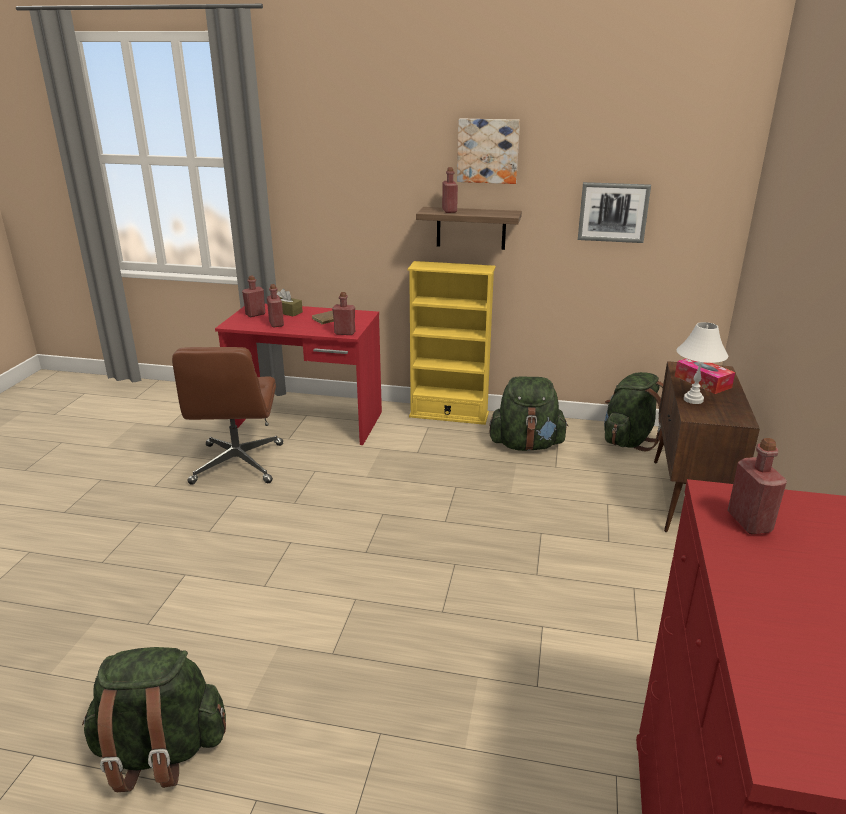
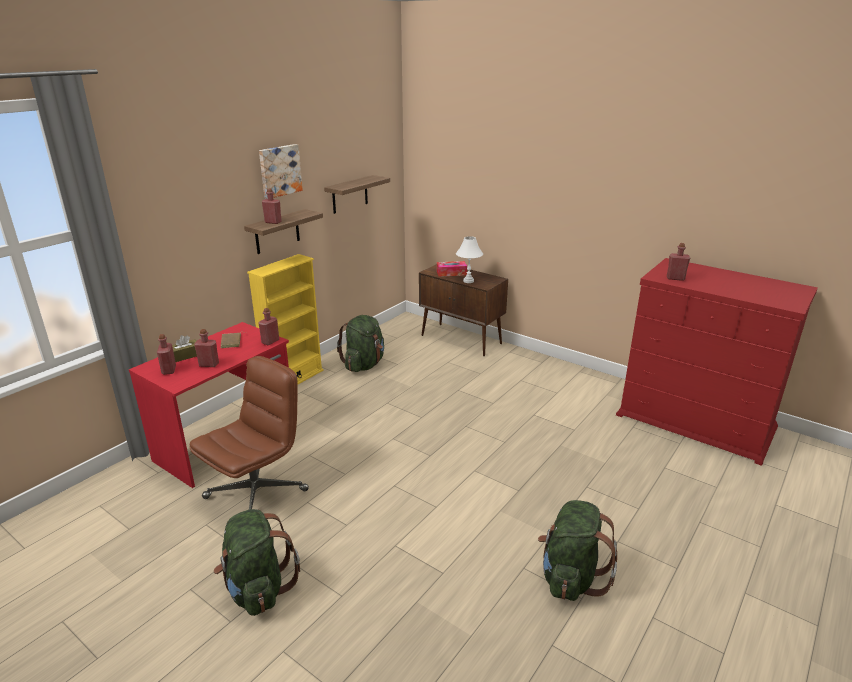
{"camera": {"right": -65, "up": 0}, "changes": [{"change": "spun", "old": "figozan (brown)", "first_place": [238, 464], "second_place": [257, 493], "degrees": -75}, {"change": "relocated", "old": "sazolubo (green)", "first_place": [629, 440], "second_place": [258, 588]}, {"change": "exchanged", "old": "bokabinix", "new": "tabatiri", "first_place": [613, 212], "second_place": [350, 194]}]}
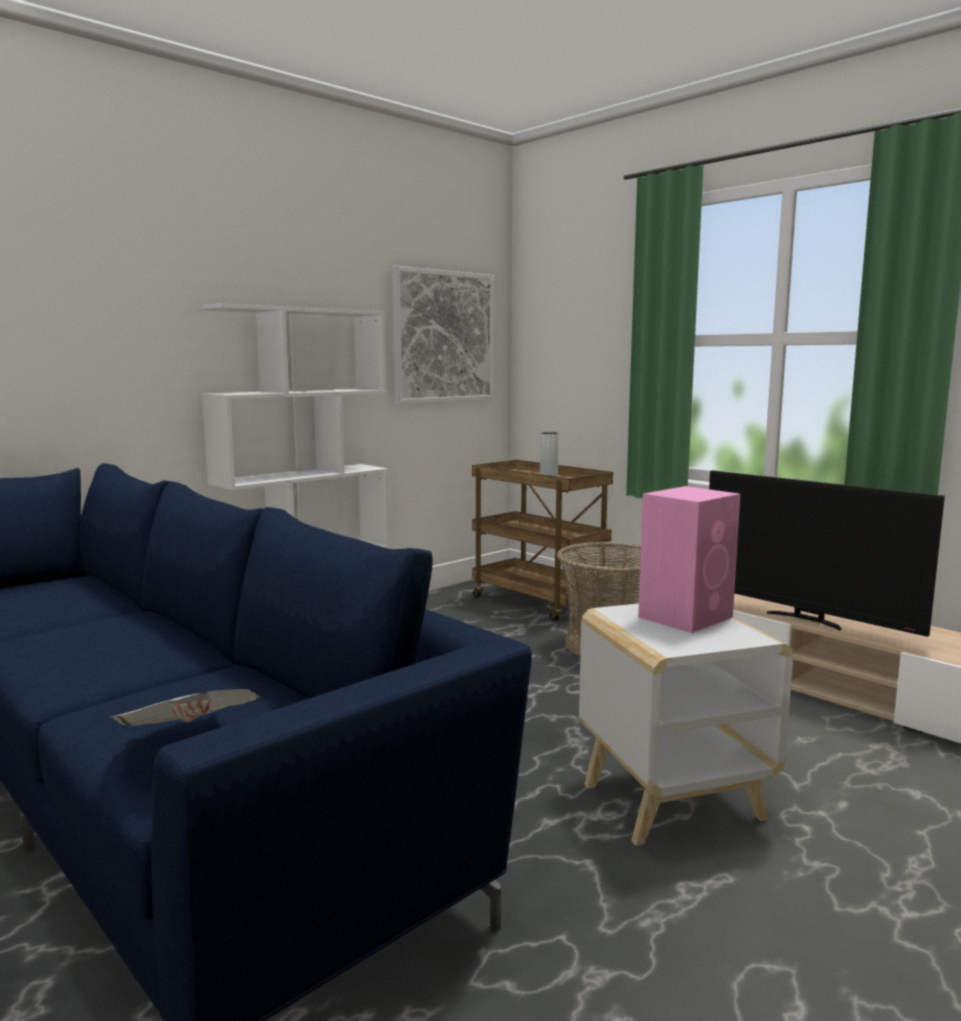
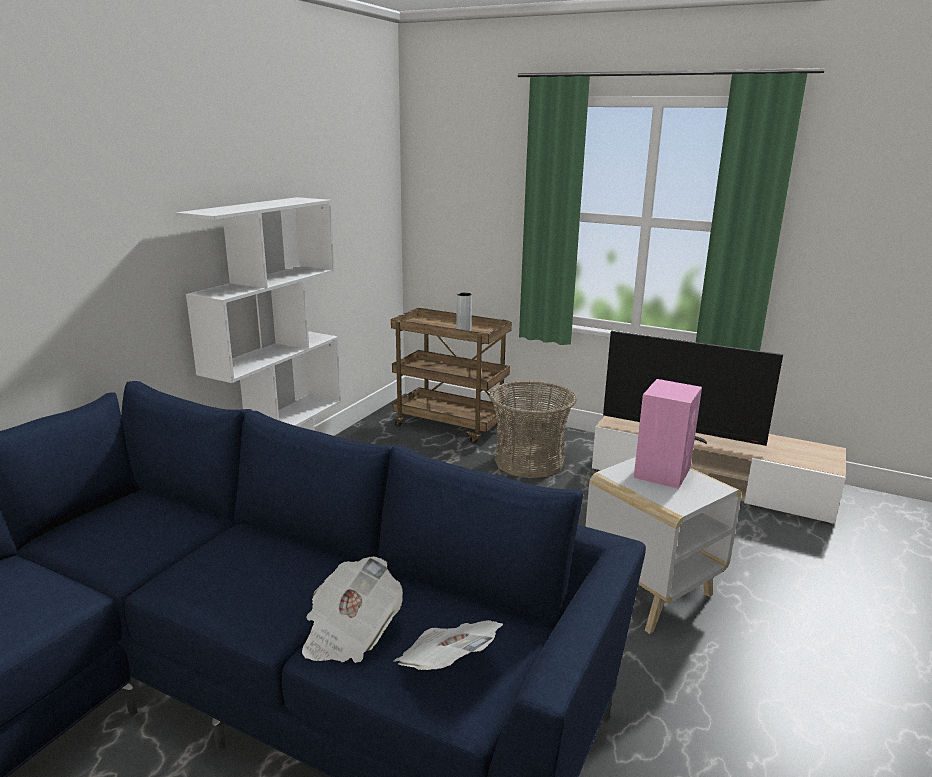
{"camera": {"right": -20, "up": 10}, "changes": [{"change": "appeared", "new": "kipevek", "second_place": [350, 633]}, {"change": "missing", "old": "bokabinix", "first_place": [444, 337]}]}
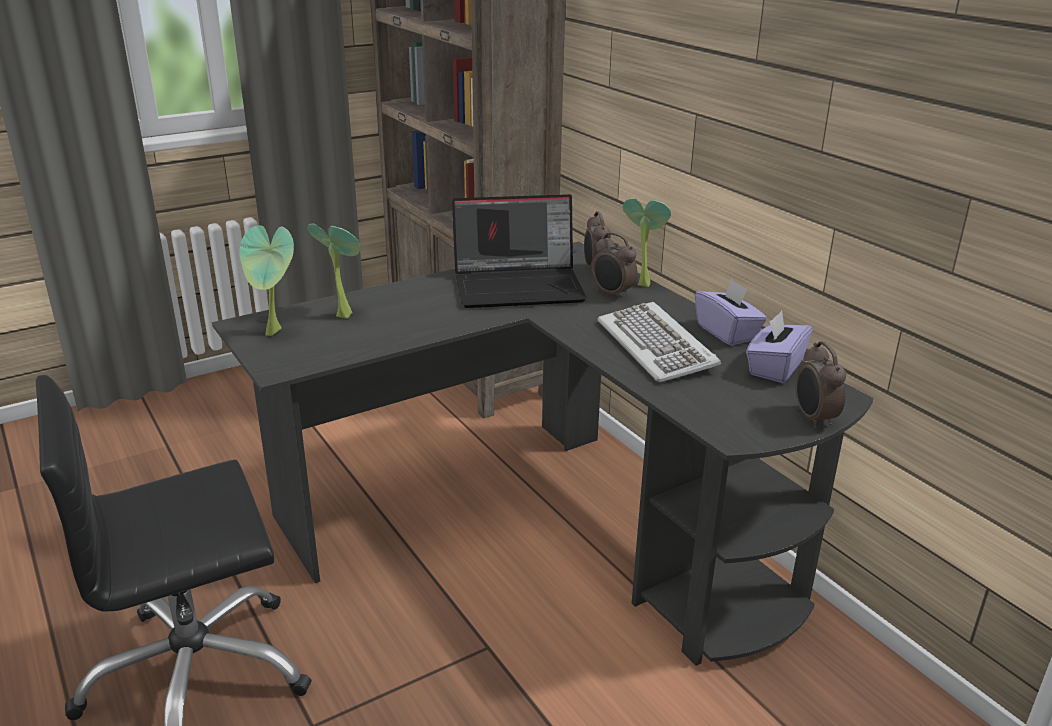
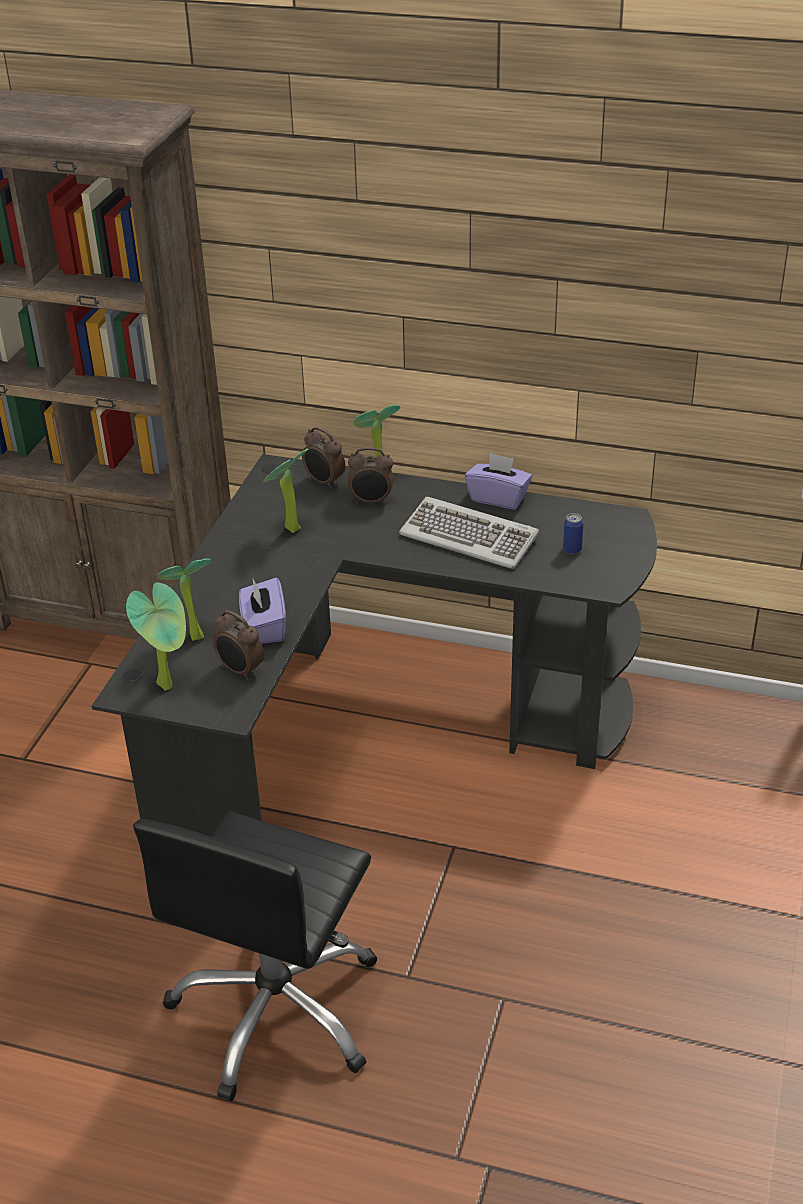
{"camera": {"right": -40, "up": 10}, "changes": [{"change": "relocated", "old": "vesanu", "first_place": [813, 419], "second_place": [240, 671]}, {"change": "relocated", "old": "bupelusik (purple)", "first_place": [774, 368], "second_place": [264, 627]}, {"change": "exchanged", "old": "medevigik", "new": "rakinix", "first_place": [520, 286], "second_place": [288, 529]}, {"change": "appeared", "new": "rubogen", "second_place": [572, 549]}]}
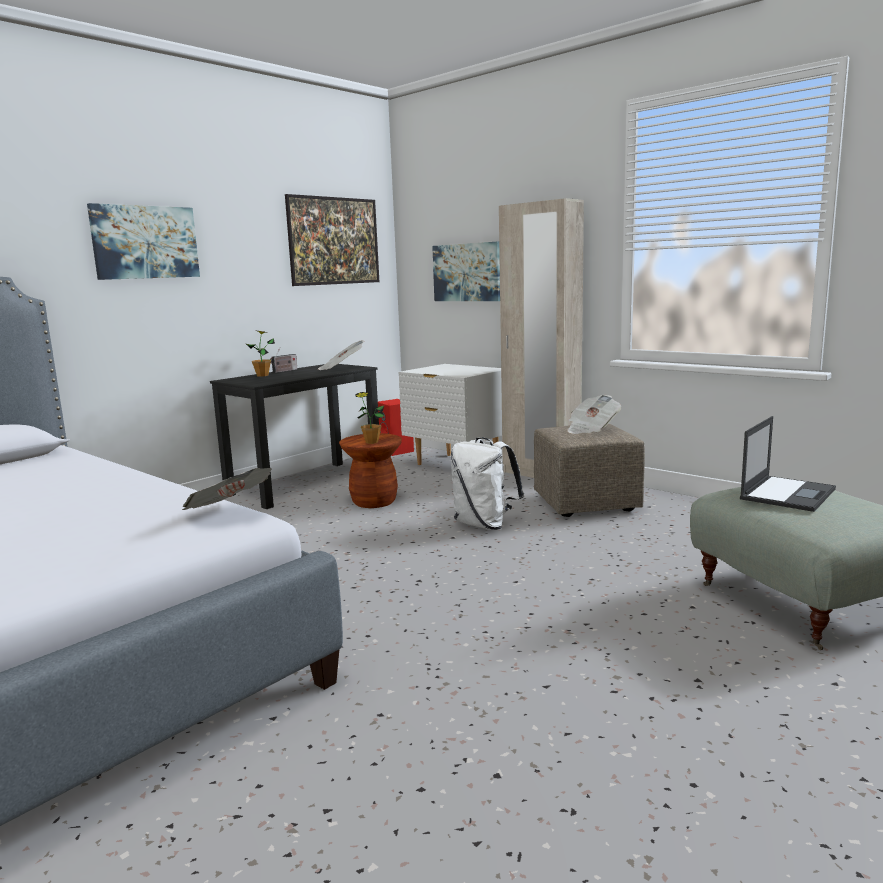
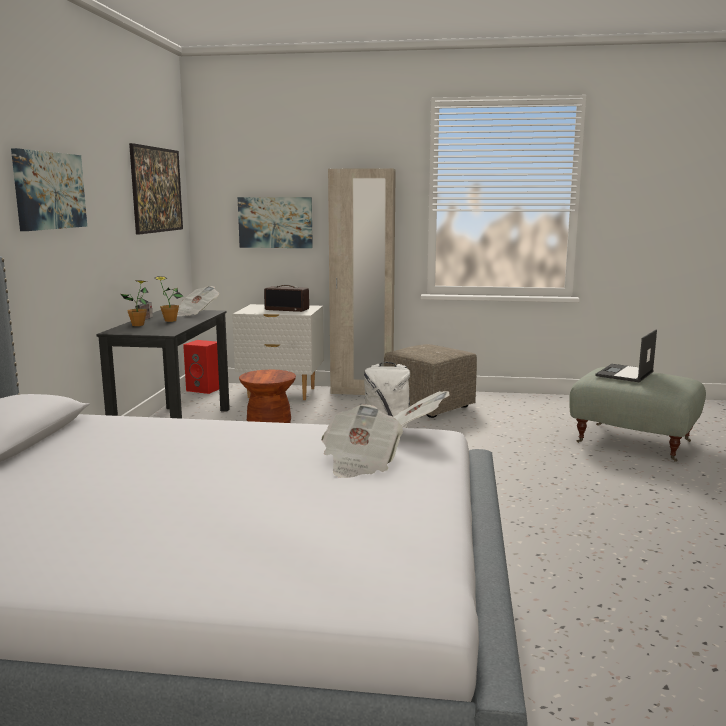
{"camera": {"right": -35, "up": 0}, "changes": [{"change": "relocated", "old": "rakinix", "first_place": [371, 442], "second_place": [170, 320]}, {"change": "appeared", "new": "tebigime", "second_place": [287, 309]}, {"change": "relocated", "old": "kipevek", "first_place": [591, 429], "second_place": [360, 463]}, {"change": "spun", "old": "medevigik", "first_place": [787, 493], "second_place": [624, 374], "degrees": -150}]}
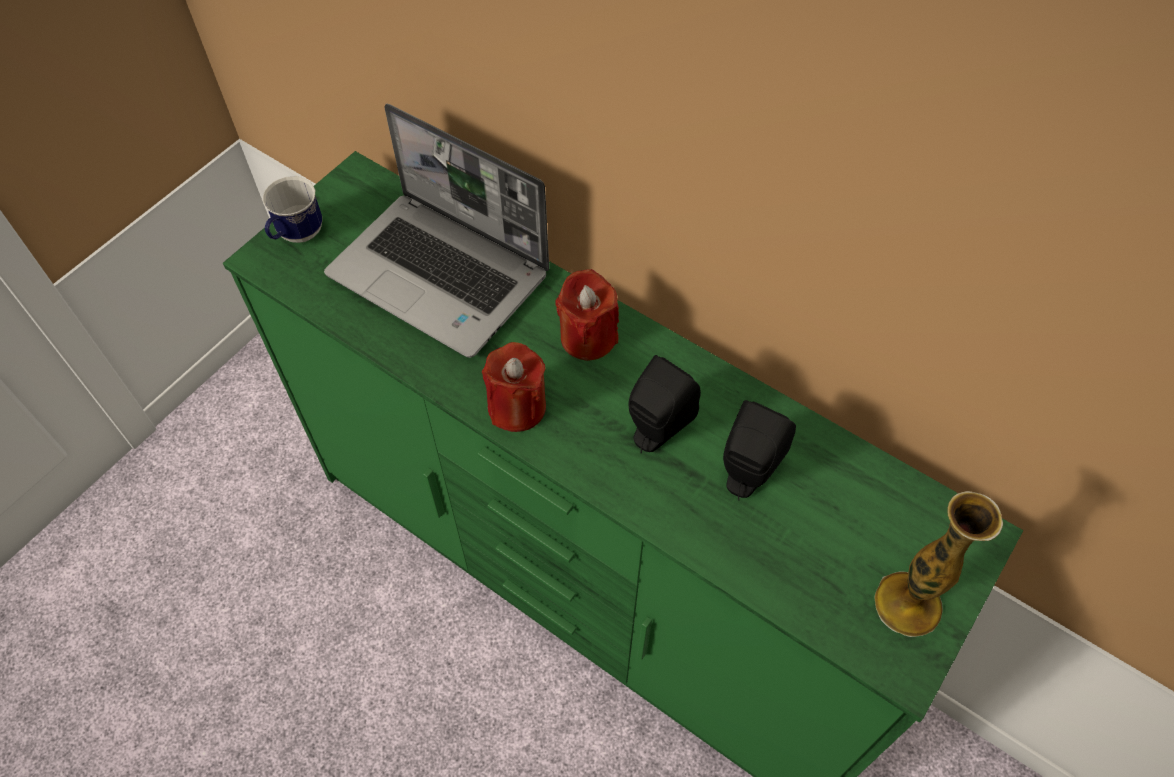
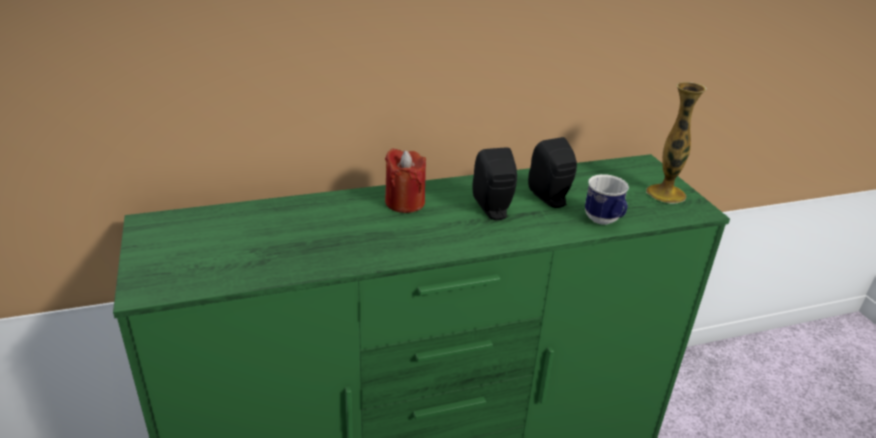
{"camera": {"right": -55, "up": -25}, "changes": [{"change": "relocated", "old": "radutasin", "first_place": [297, 236], "second_place": [604, 221]}, {"change": "missing", "old": "medevigik", "first_place": [442, 275]}, {"change": "missing", "old": "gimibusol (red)", "first_place": [517, 407]}]}
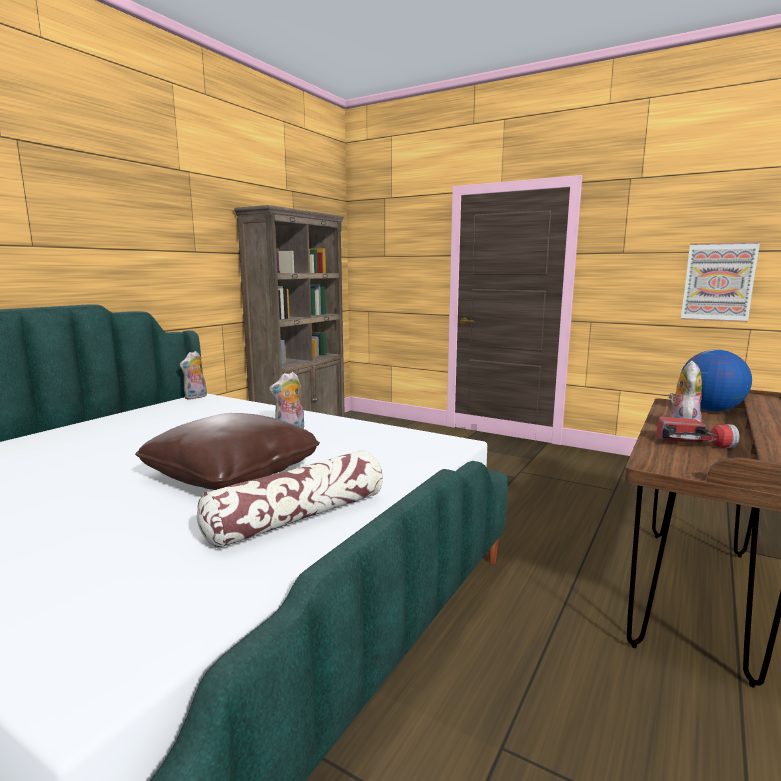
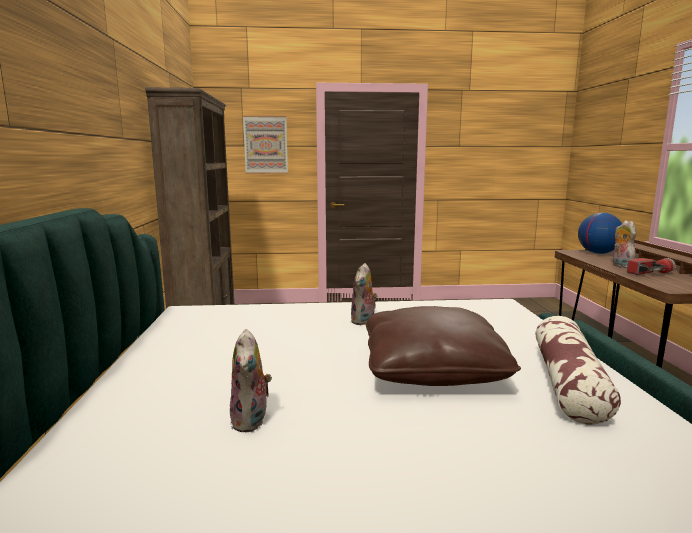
{"camera": {"right": -35, "up": 0}, "changes": [{"change": "relocated", "old": "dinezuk", "first_place": [196, 397], "second_place": [252, 421]}, {"change": "relocated", "old": "bokabinix", "first_place": [718, 282], "second_place": [265, 145]}]}
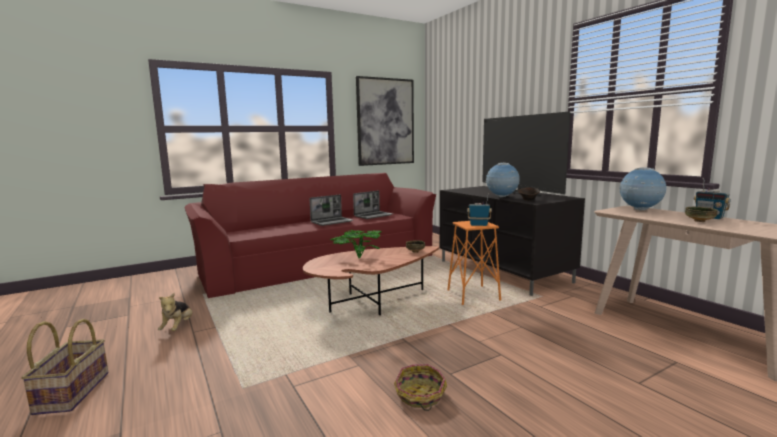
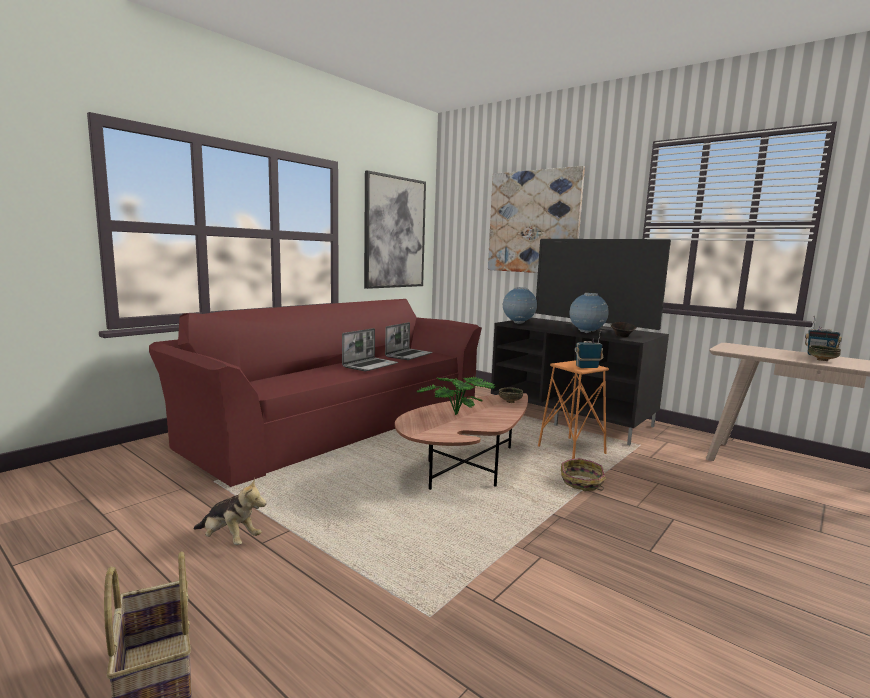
{"camera": {"right": -20, "up": 0}, "changes": [{"change": "spun", "old": "dinezuk", "first_place": [178, 327], "second_place": [229, 539], "degrees": -45}, {"change": "appeared", "new": "bokabinix", "second_place": [533, 222]}, {"change": "relocated", "old": "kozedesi", "first_place": [640, 210], "second_place": [518, 323]}, {"change": "relocated", "old": "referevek", "first_place": [420, 396], "second_place": [581, 483]}]}
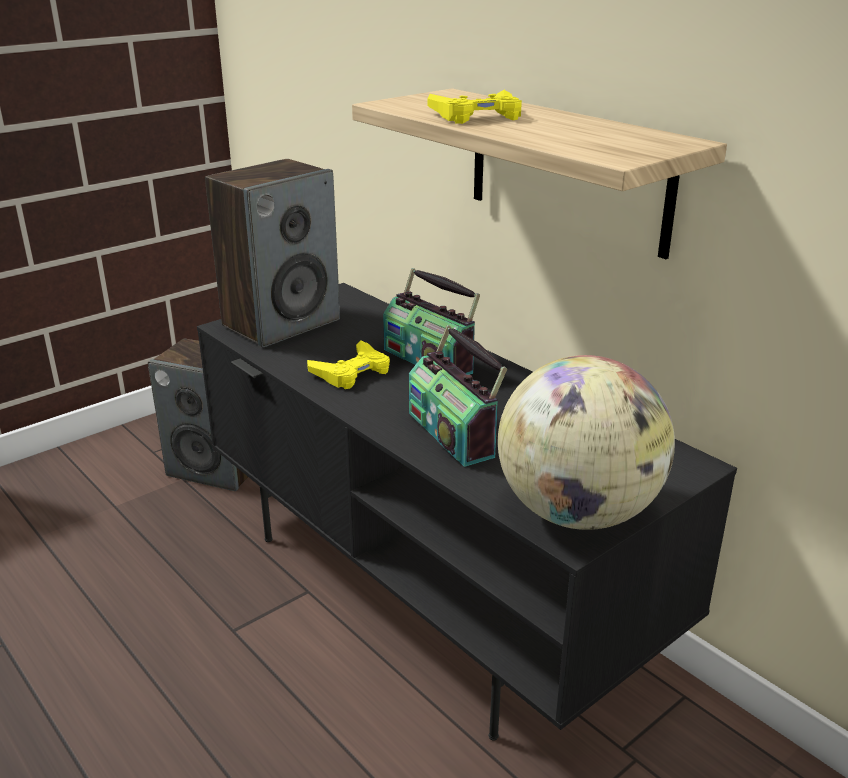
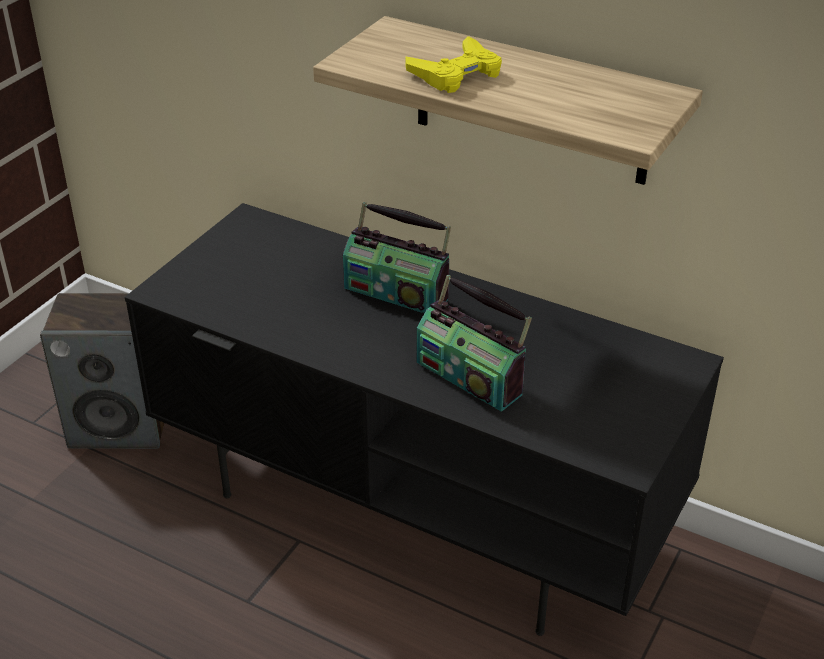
{"camera": {"right": -20, "up": 10}, "changes": [{"change": "missing", "old": "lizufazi", "first_place": [281, 322]}, {"change": "missing", "old": "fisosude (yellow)", "first_place": [352, 372]}, {"change": "missing", "old": "kozedesi", "first_place": [578, 513]}]}
